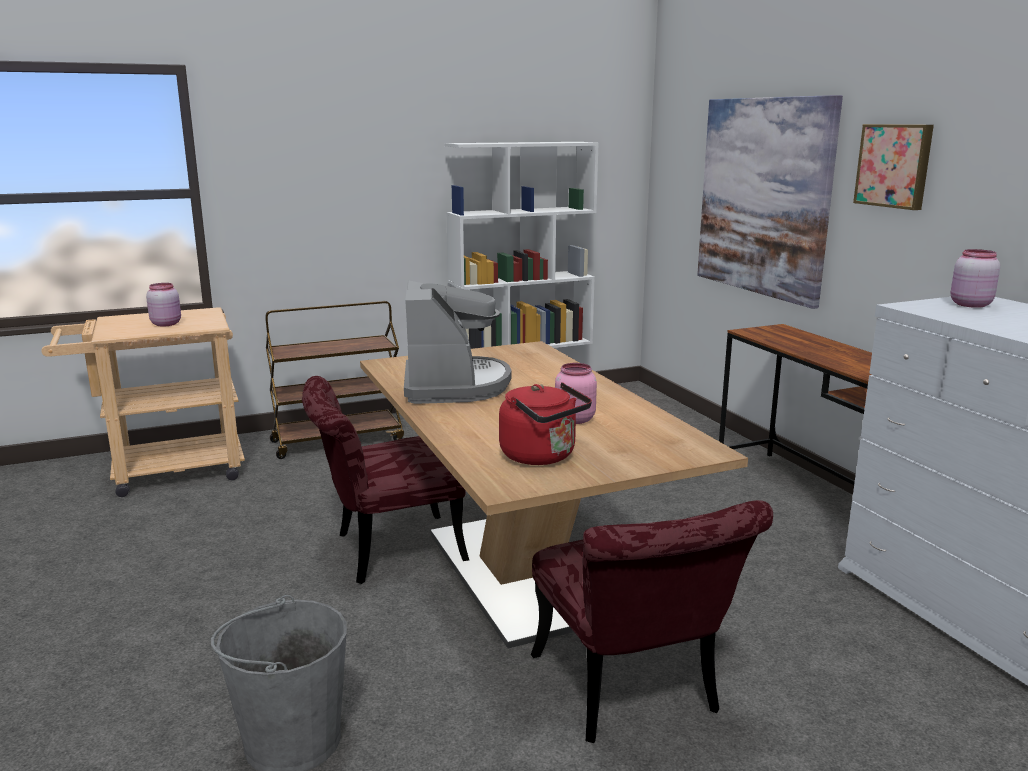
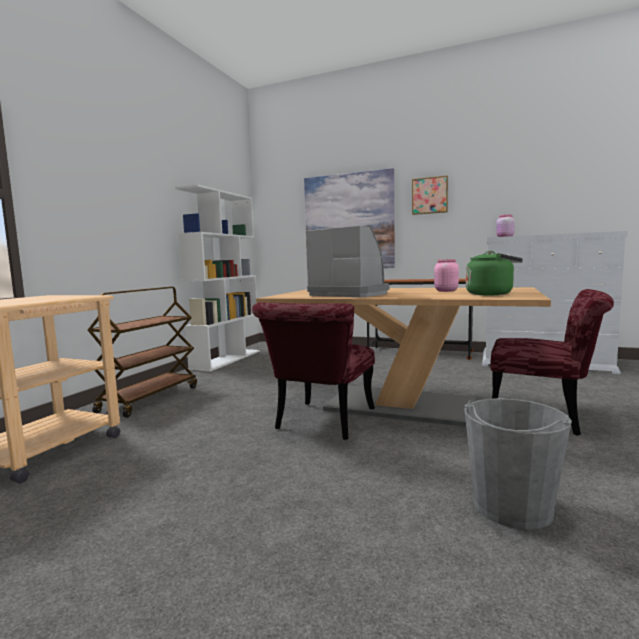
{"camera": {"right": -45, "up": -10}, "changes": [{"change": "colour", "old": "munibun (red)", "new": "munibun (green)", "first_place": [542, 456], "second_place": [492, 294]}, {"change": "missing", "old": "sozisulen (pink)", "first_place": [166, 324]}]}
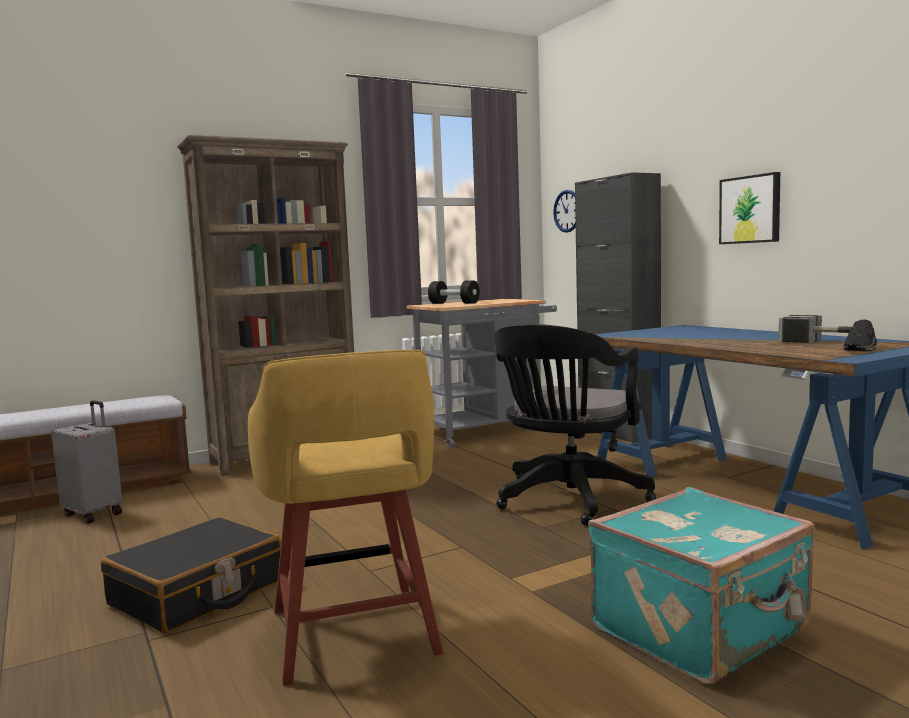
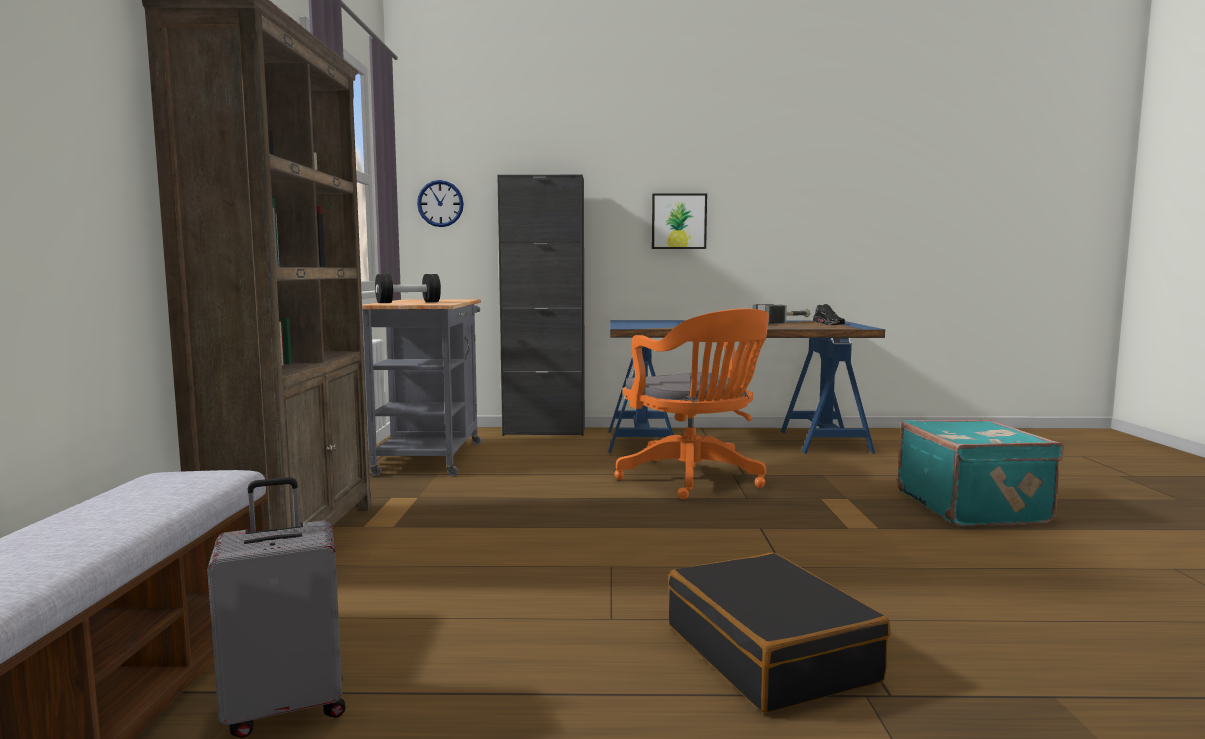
{"camera": {"right": -60, "up": 0}, "changes": [{"change": "colour", "old": "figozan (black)", "new": "figozan (orange)", "first_place": [568, 501], "second_place": [695, 479]}, {"change": "missing", "old": "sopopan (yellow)", "first_place": [353, 635]}]}
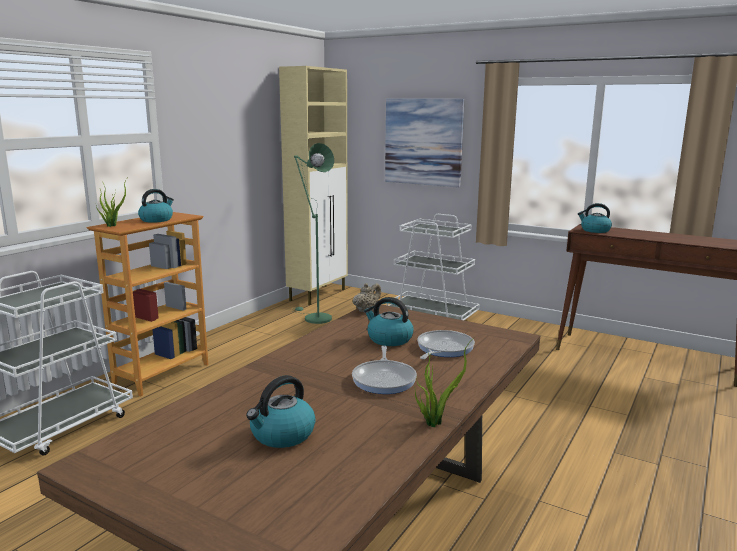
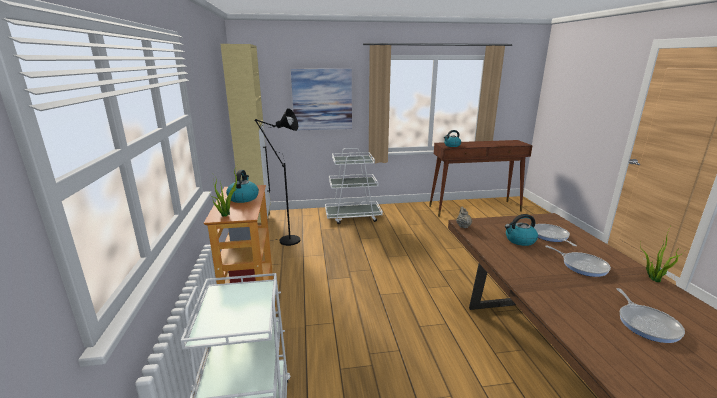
{"camera": {"right": -40, "up": 5}, "changes": [{"change": "colour", "old": "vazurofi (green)", "new": "vazurofi (black)", "first_place": [314, 317], "second_place": [285, 240]}, {"change": "exchanged", "old": "munibun", "new": "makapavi", "first_place": [282, 435], "second_place": [646, 324]}]}
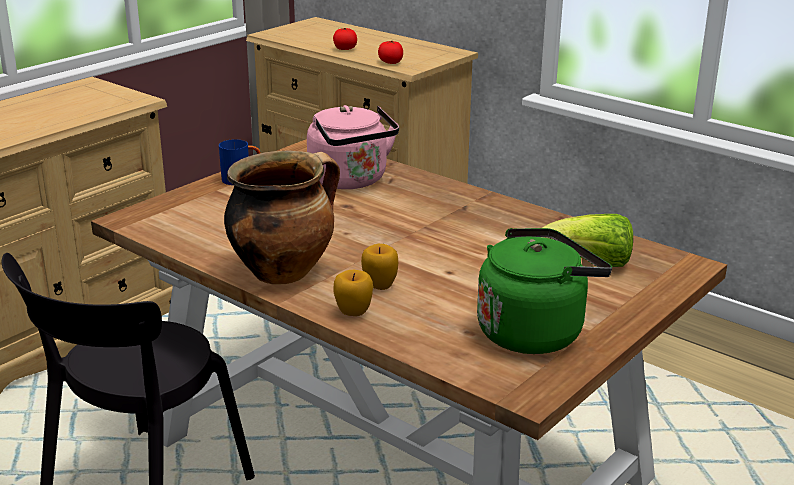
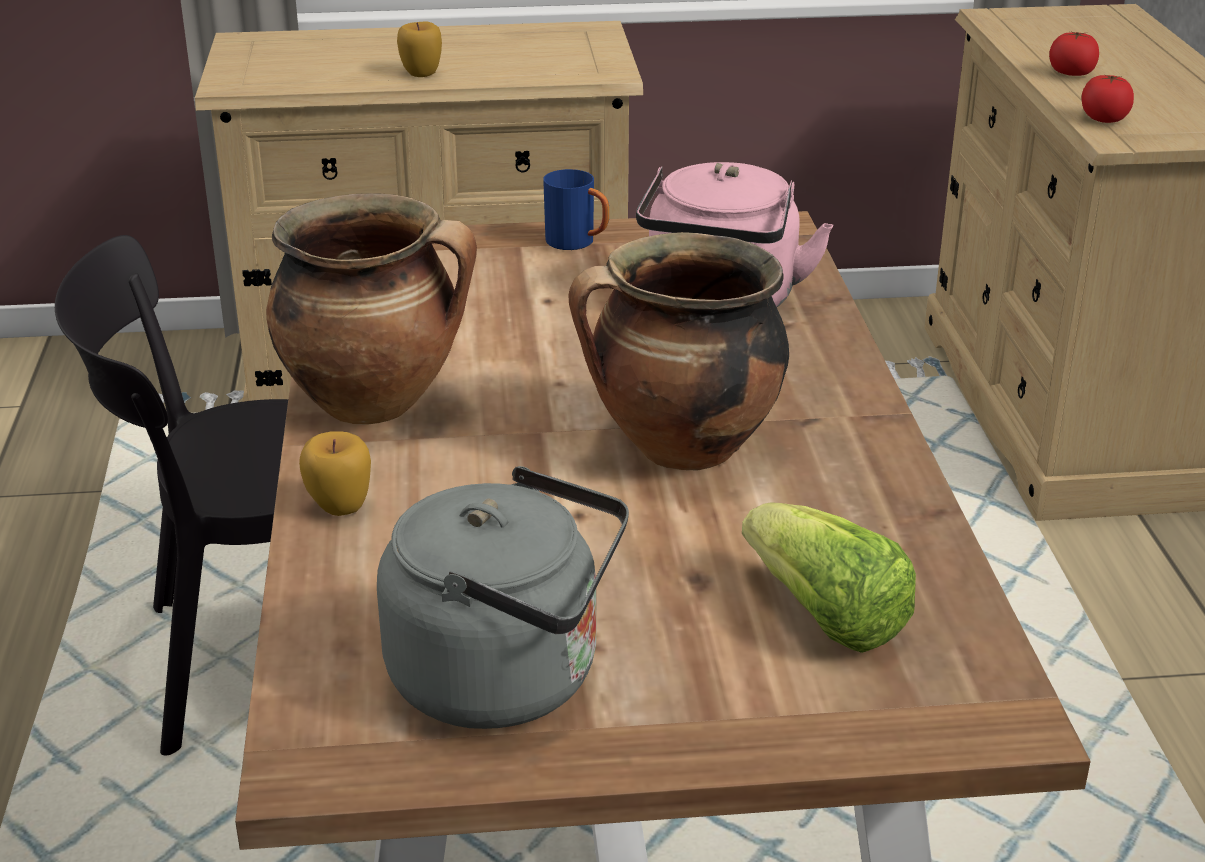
{"camera": {"right": 45, "up": 5}, "changes": [{"change": "colour", "old": "munibun (green)", "new": "munibun (grey)", "first_place": [534, 331], "second_place": [508, 678]}, {"change": "relocated", "old": "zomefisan", "first_place": [379, 285], "second_place": [421, 73]}, {"change": "appeared", "new": "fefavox", "second_place": [681, 450]}]}
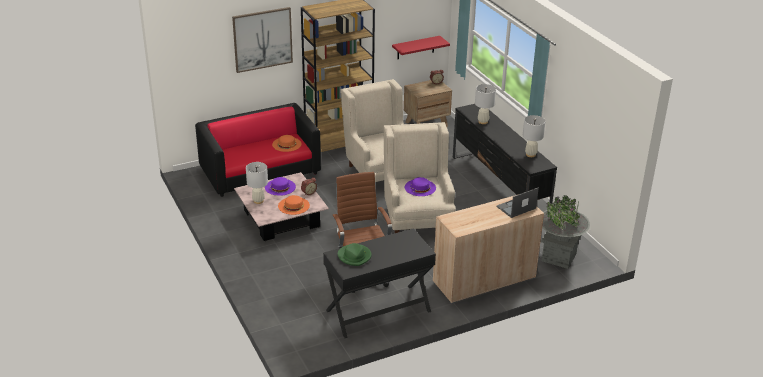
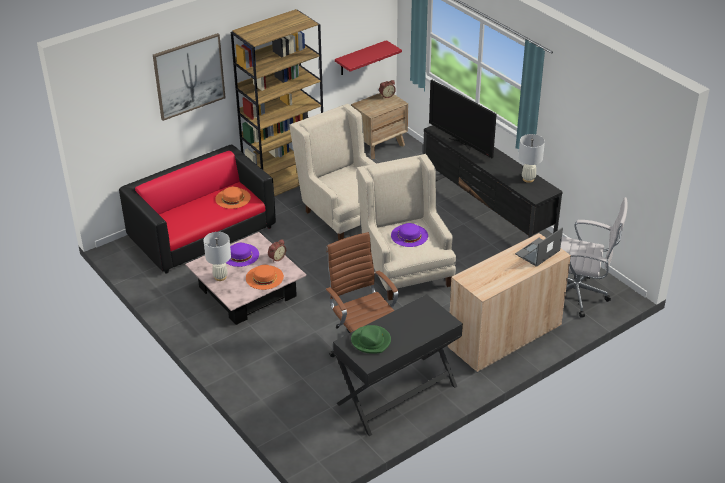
{"camera": {"right": -10, "up": 5}, "changes": [{"change": "exchanged", "old": "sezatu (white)", "new": "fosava", "first_place": [483, 122], "second_place": [461, 143]}, {"change": "exchanged", "old": "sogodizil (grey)", "new": "figozan (white)", "first_place": [559, 257], "second_place": [579, 296]}]}
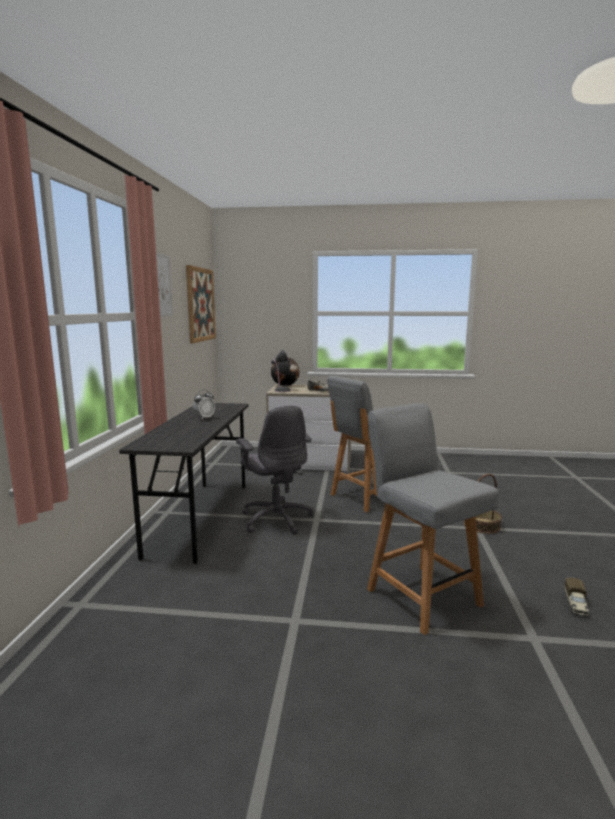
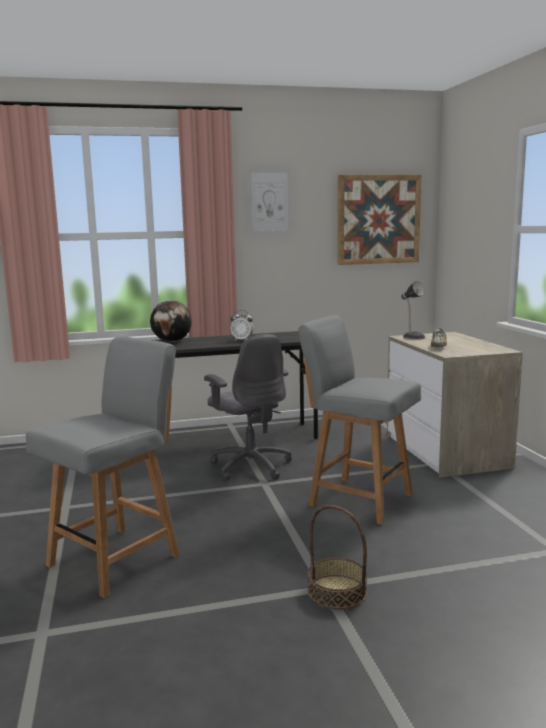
{"camera": {"right": 70, "up": 0}, "changes": [{"change": "relocated", "old": "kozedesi", "first_place": [285, 386], "second_place": [172, 341]}, {"change": "spun", "old": "figozan (grey)", "first_place": [276, 519], "second_place": [250, 466], "degrees": -75}, {"change": "missing", "old": "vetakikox", "first_place": [576, 605]}]}
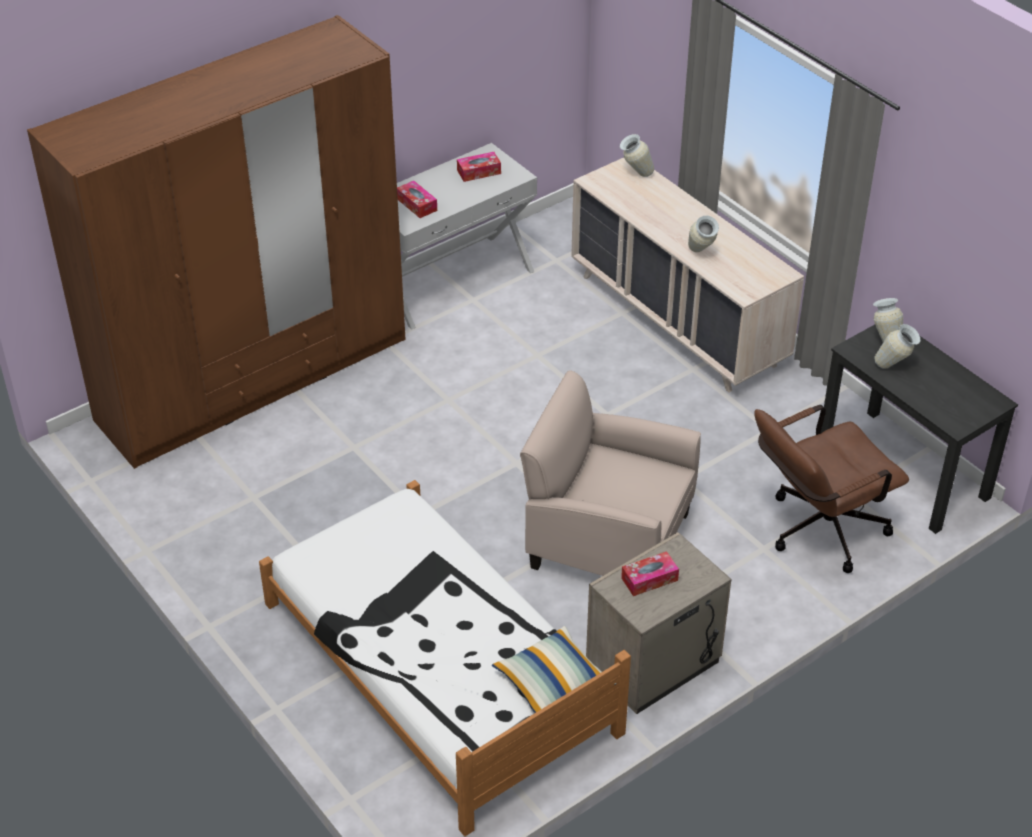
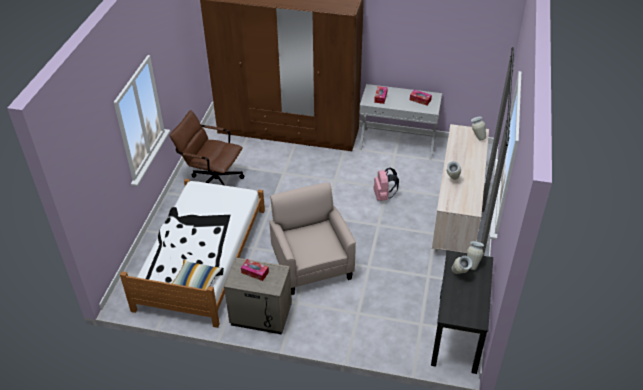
{"camera": {"right": 50, "up": 0}, "changes": [{"change": "relocated", "old": "figozan (brown)", "first_place": [817, 532], "second_place": [212, 181]}, {"change": "appeared", "new": "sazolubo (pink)", "second_place": [383, 196]}]}
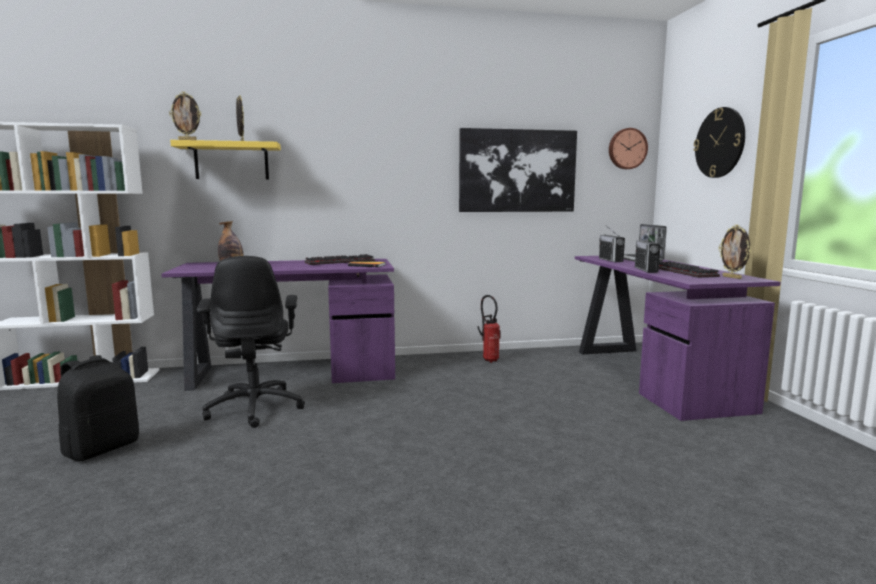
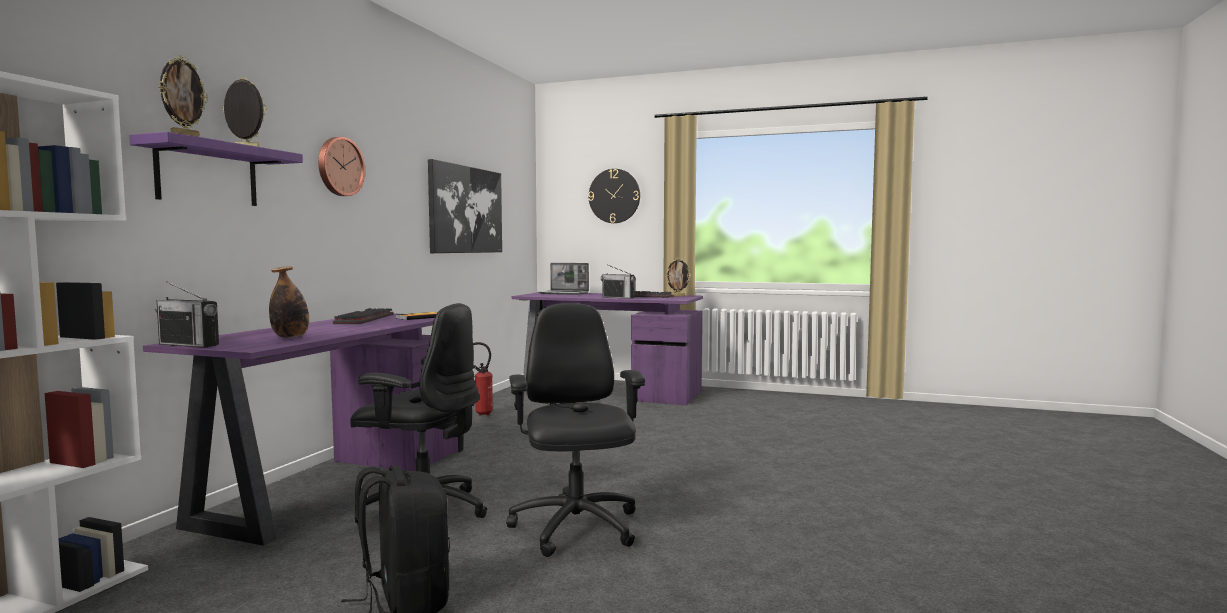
{"camera": {"right": -60, "up": -5}, "changes": [{"change": "colour", "old": "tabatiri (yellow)", "new": "tabatiri (purple)", "first_place": [231, 161], "second_place": [207, 174]}, {"change": "relocated", "old": "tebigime", "first_place": [610, 260], "second_place": [189, 345]}, {"change": "relocated", "old": "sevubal", "first_place": [627, 149], "second_place": [339, 166]}, {"change": "appeared", "new": "figozan (black)", "second_place": [575, 529]}]}
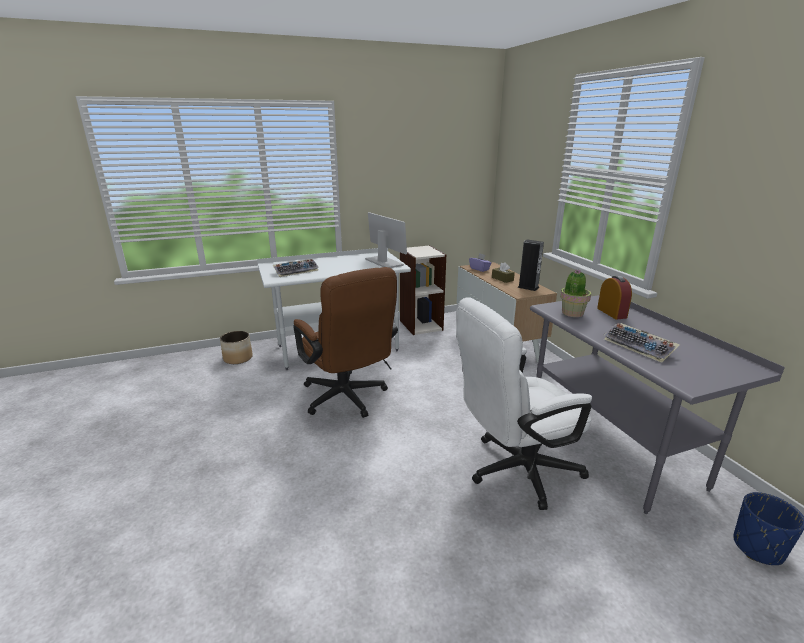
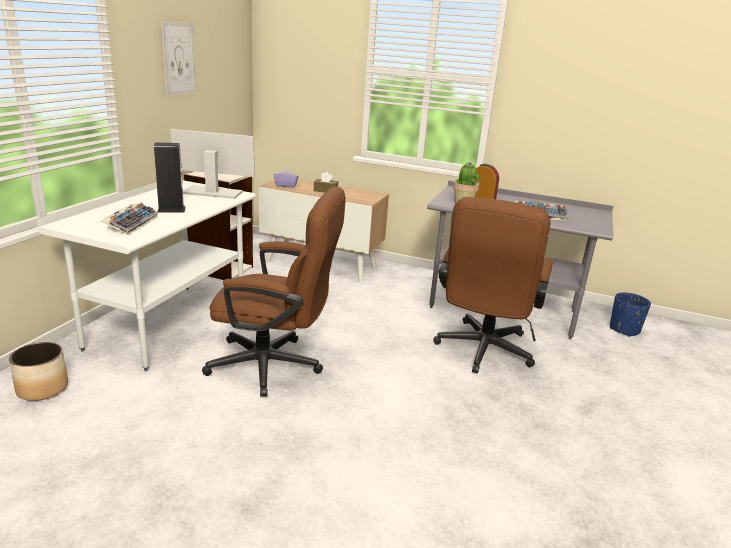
{"camera": {"right": -50, "up": 0}, "changes": [{"change": "relocated", "old": "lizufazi", "first_place": [528, 287], "second_place": [171, 209]}, {"change": "appeared", "new": "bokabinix", "second_place": [179, 58]}, {"change": "colour", "old": "figozan (white)", "new": "figozan (brown)", "first_place": [514, 470], "second_place": [482, 352]}]}
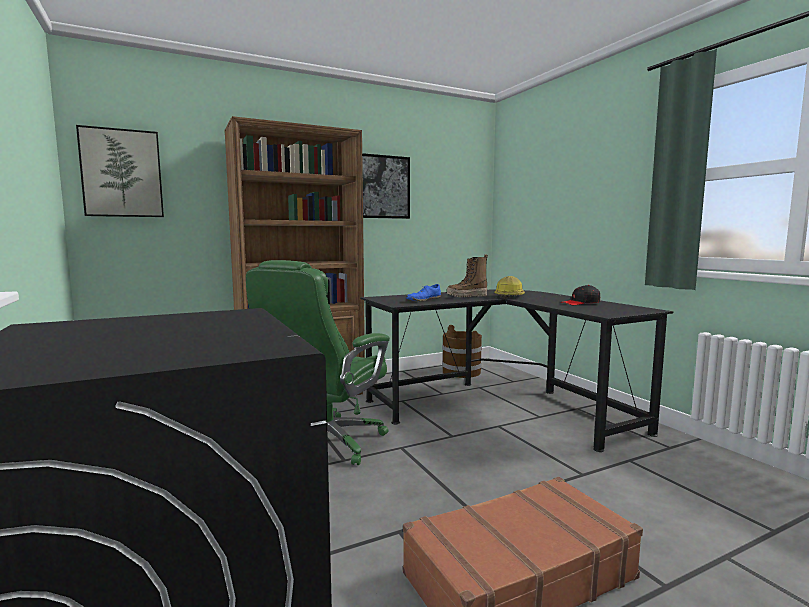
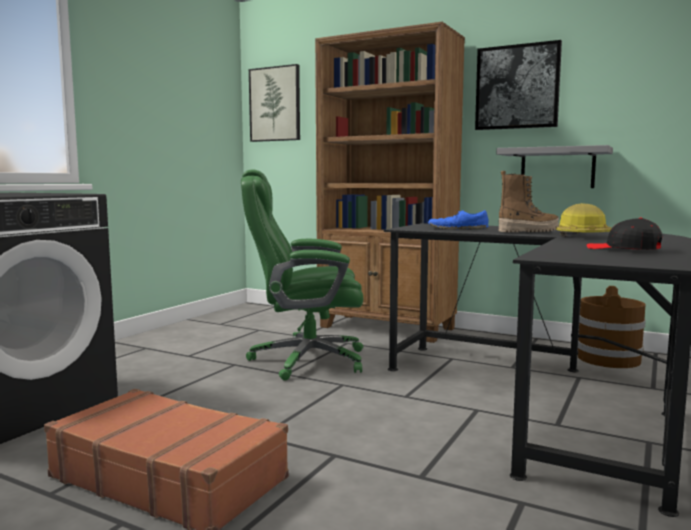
{"camera": {"right": 55, "up": 0}, "changes": [{"change": "appeared", "new": "tabatiri (grey)", "second_place": [557, 168]}, {"change": "spun", "old": "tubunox", "first_place": [467, 296], "second_place": [528, 231], "degrees": 135}]}
